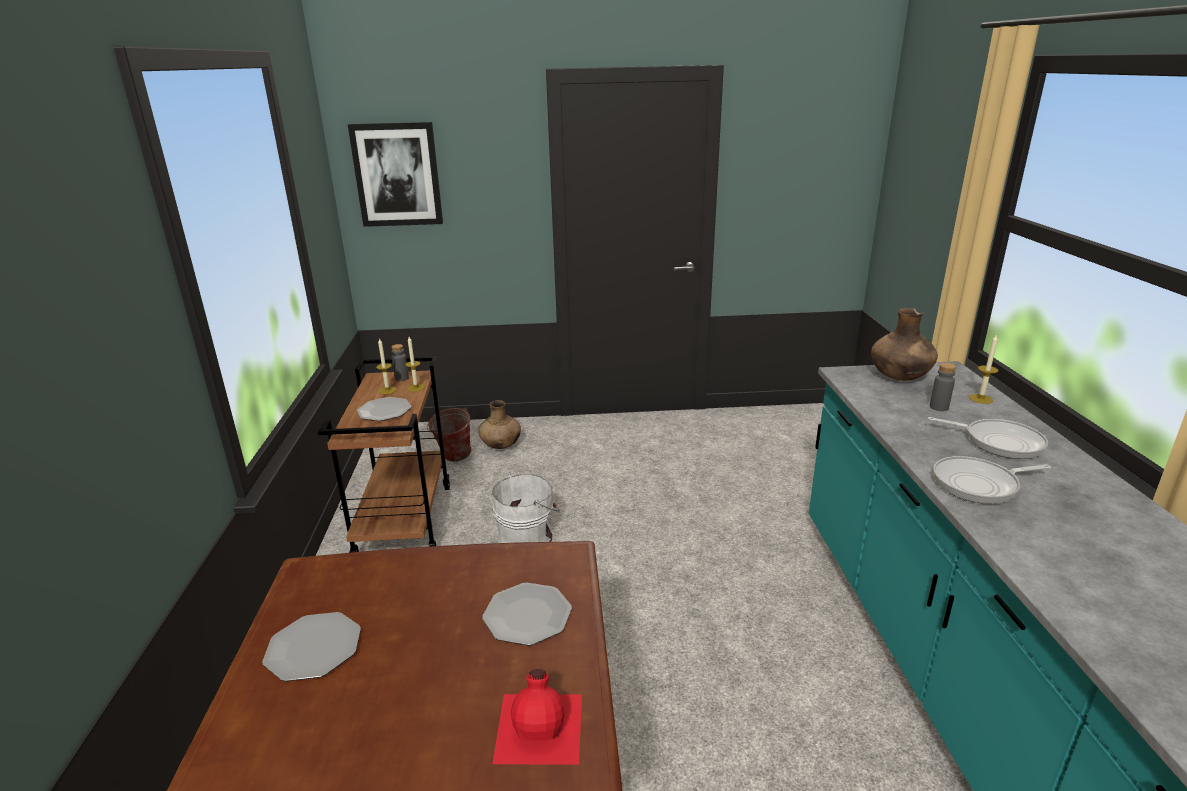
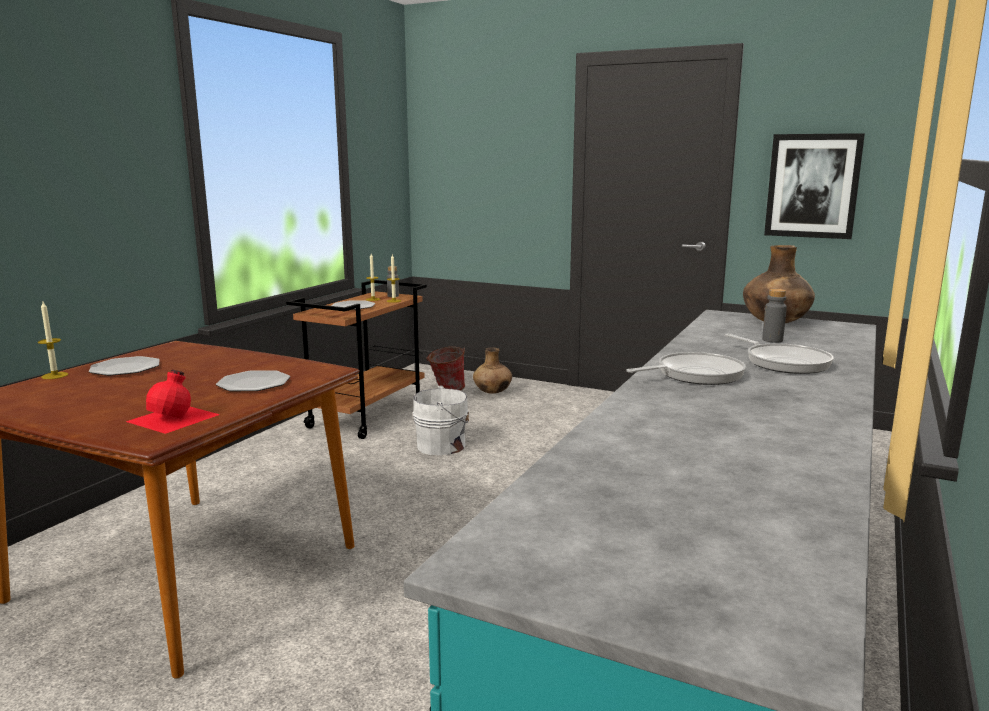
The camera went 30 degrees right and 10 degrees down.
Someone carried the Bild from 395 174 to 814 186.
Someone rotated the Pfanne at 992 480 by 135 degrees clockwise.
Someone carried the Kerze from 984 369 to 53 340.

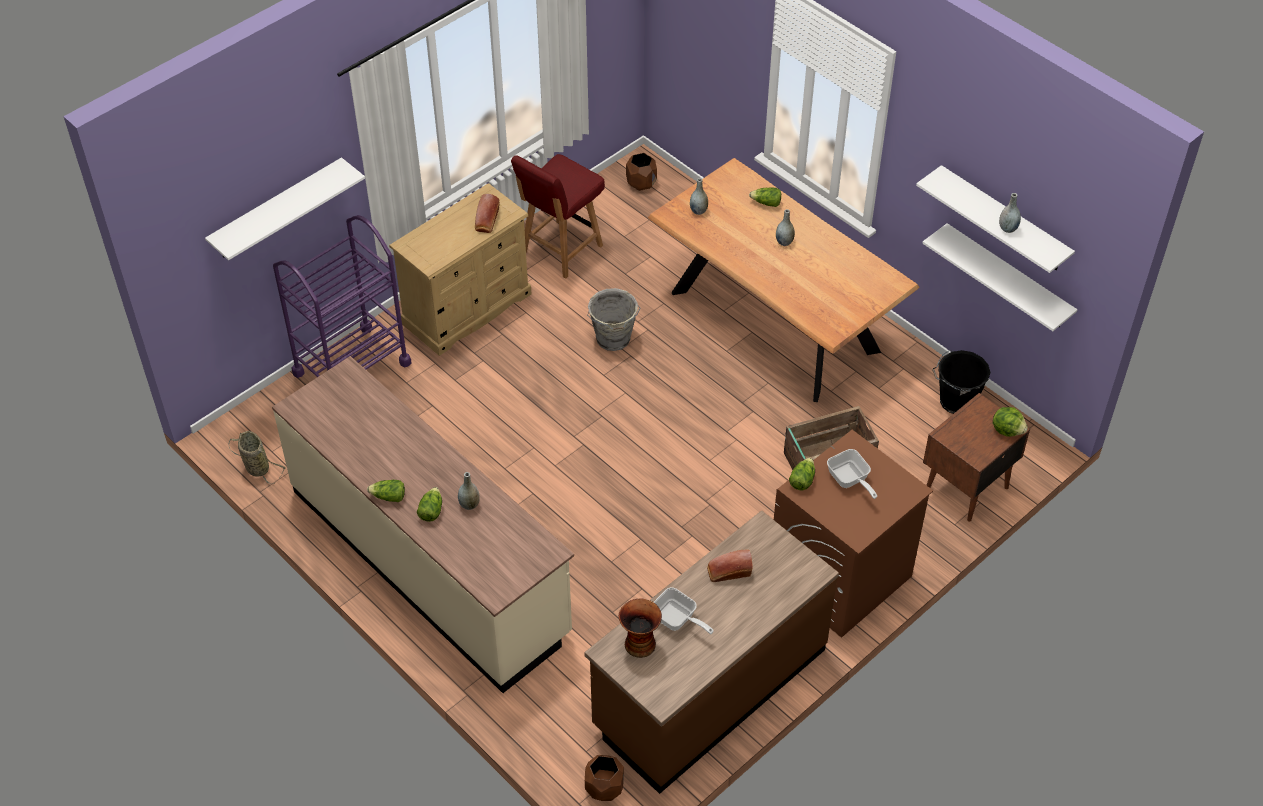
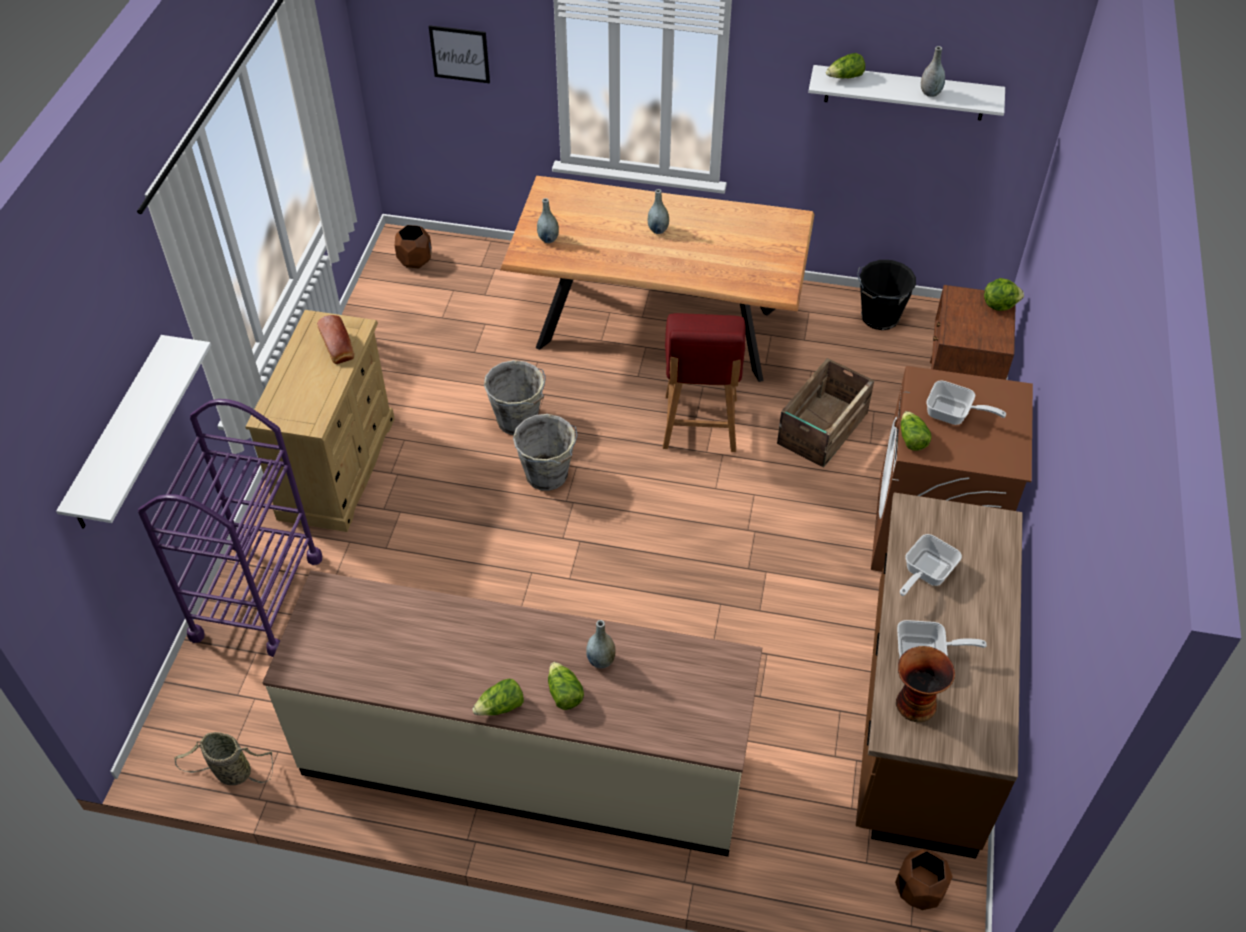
The camera went 35 degrees left and 0 degrees up.
Someone carried the Stuhl/rot from 558 216 to 704 382.
Someone swapped the Brot at 730 566 for the Pfanne at 931 565.
Someone carried the Salatkopf from 765 197 to 845 65.
Someone took away the Wandregal/weiß at 1000 277.
Someone put up the Bild at 459 54.
Someone put down the Eimer/grau at 545 452.

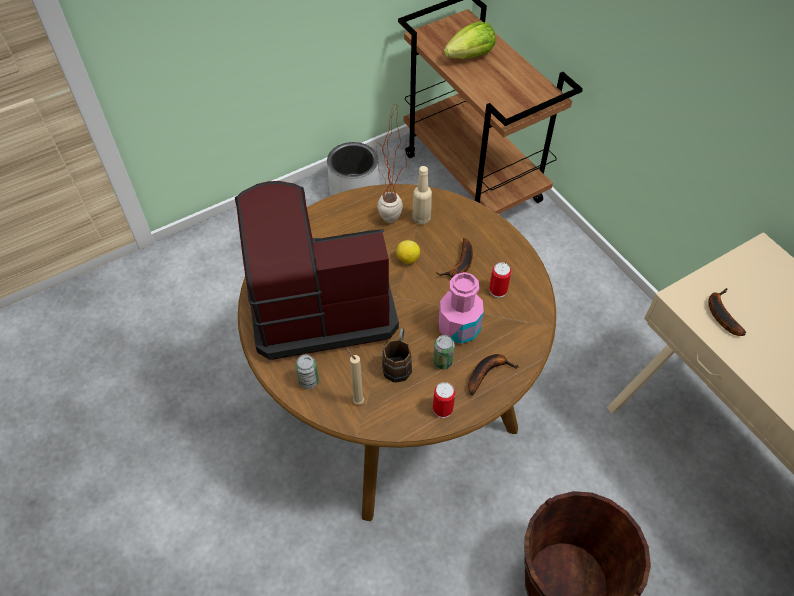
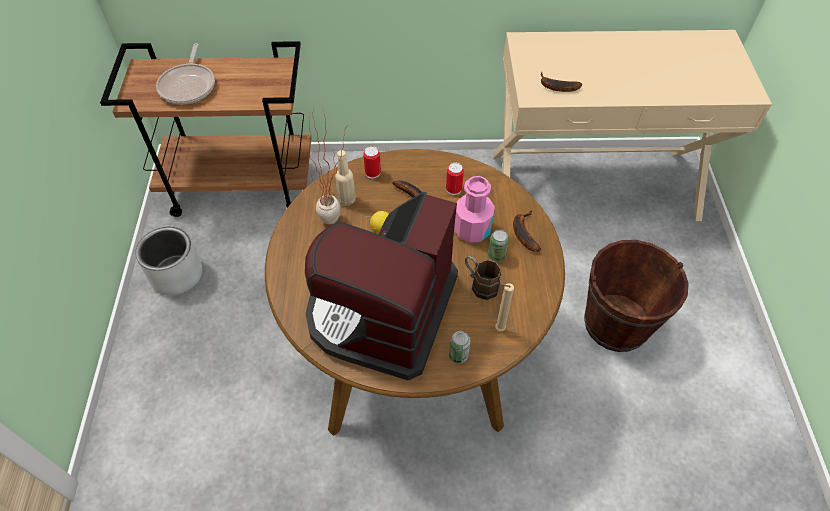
The camera went 60 degrees left and 0 degrees up.
Someone carried the Dose from 444 400 to 372 162.
Someone swapped the Salatkopf at 469 40 for the Pfanne at 185 73.

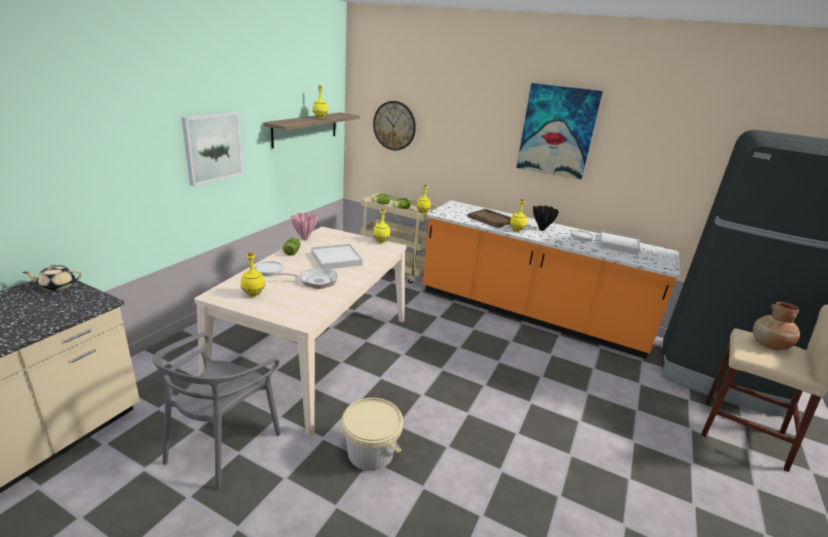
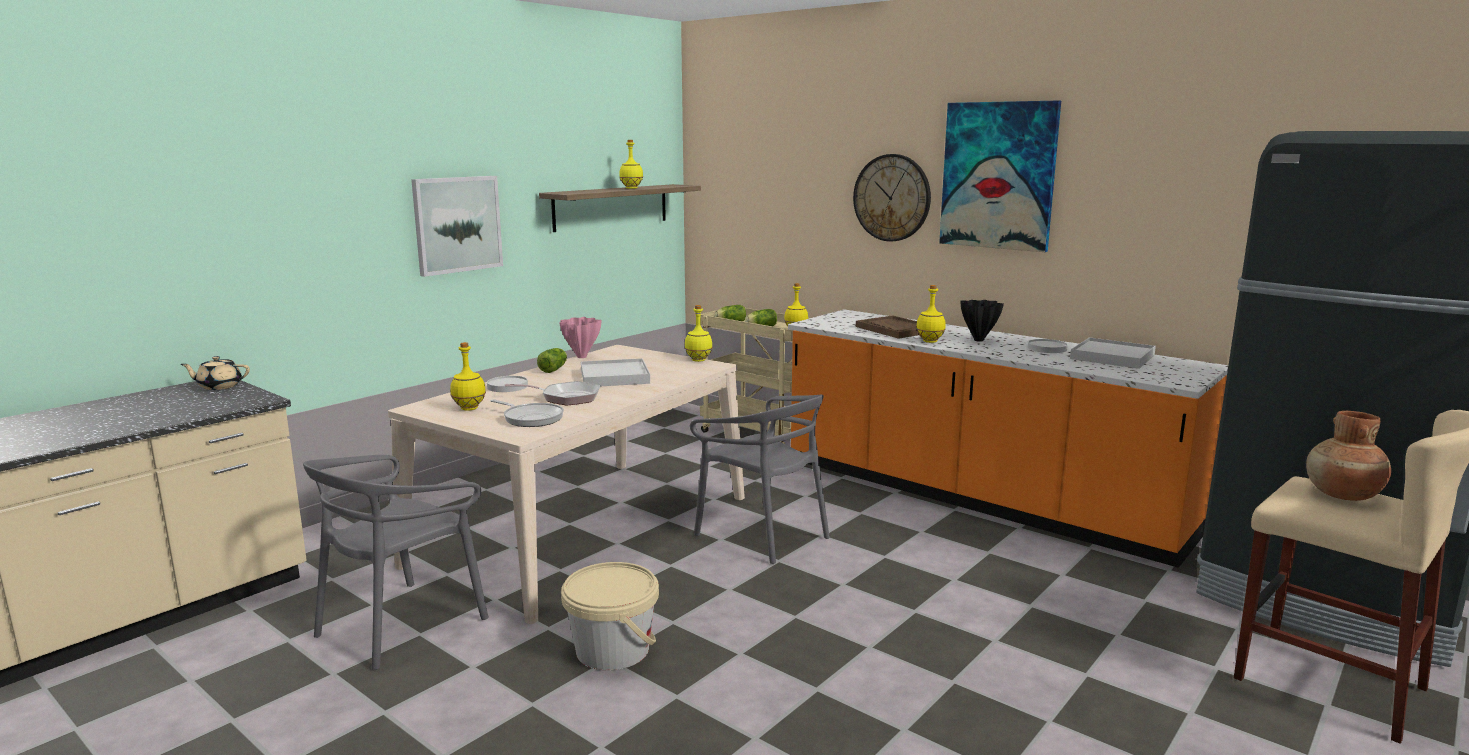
The camera went 15 degrees right and 10 degrees down.
Someone carried the Wanduhr from 394 125 to 892 198.
Someone put down the Pfanne at 527 413.
Someone put down the Stuhl/grau at 760 479.

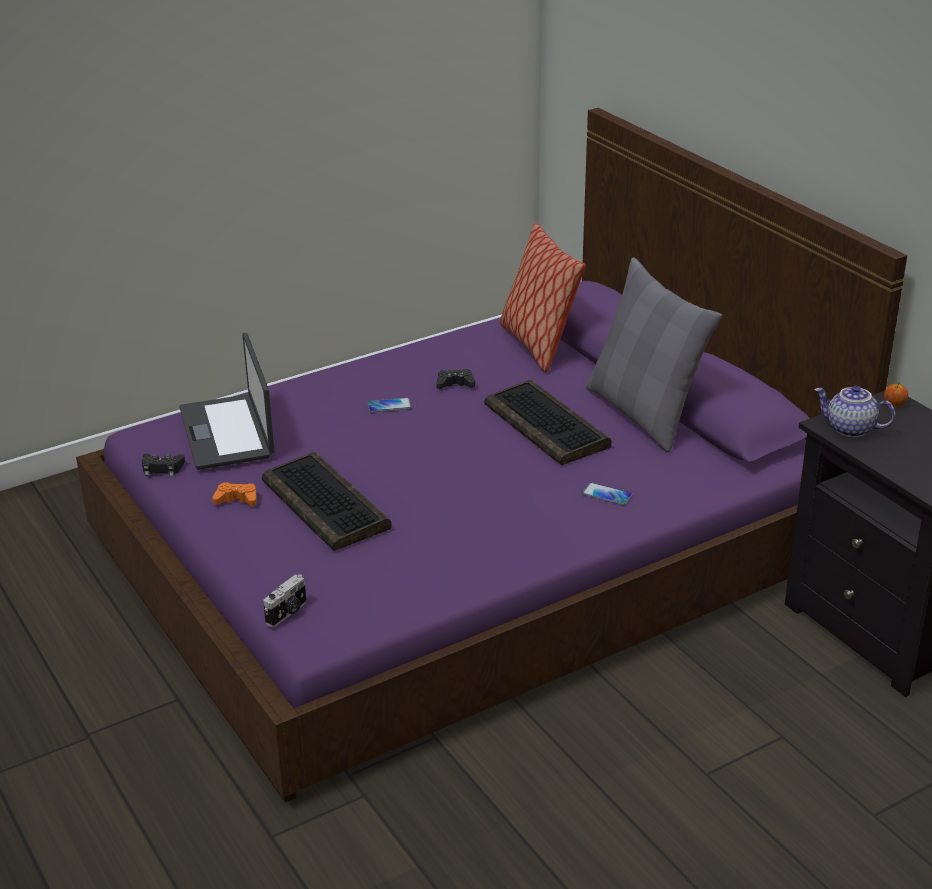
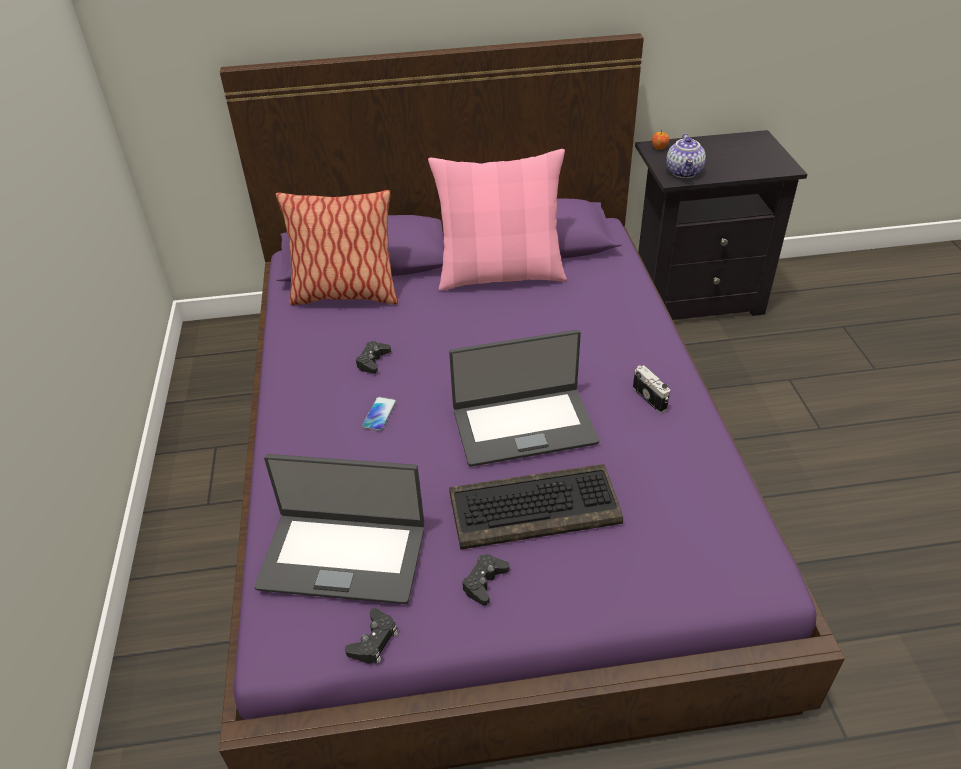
The camera went 65 degrees left and 10 degrees up.
Someone repainted the Gamepad/orange at 234 494, which became the Gamepad/schwarz at 485 580.
Someone carried the Kamera from 284 601 to 651 389.
Someone took away the Tastatur at 547 422.
Someone took away the Handy at 607 494.
Someone repainted the Kissen/grau at 654 354, which became the Kissen/rosa at 497 220.
Someone rotated the Teekanne at 855 411 by 45 degrees counterclockwise.
Someone put down the Laptop at 524 398.

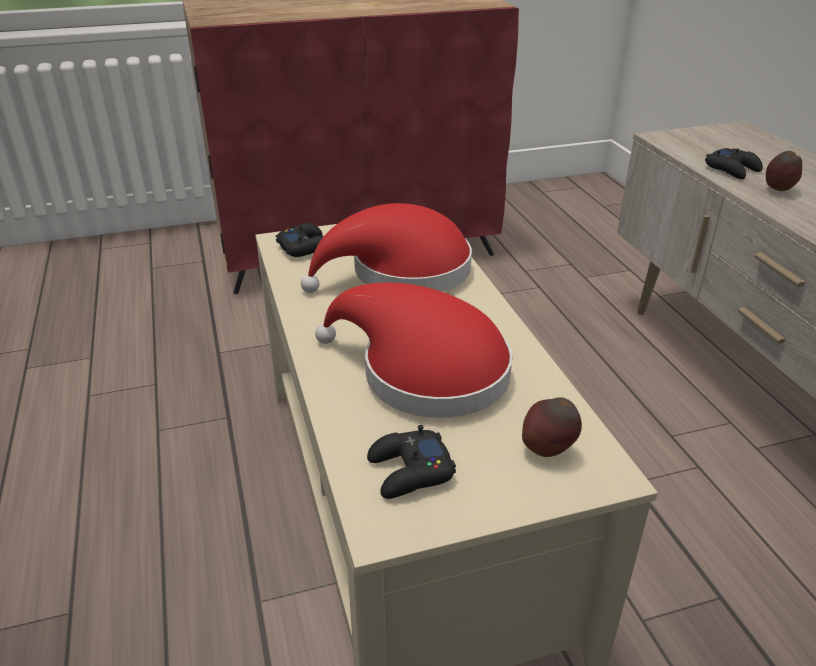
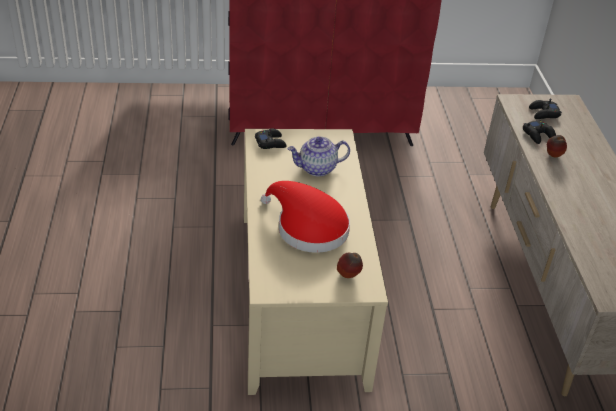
The camera went 10 degrees right and 5 degrees up.
Someone swapped the Hut/rot at 386 248 for the Teekanne at 318 156.
Someone carried the Gamepad/schwarz from 411 462 to 545 109.

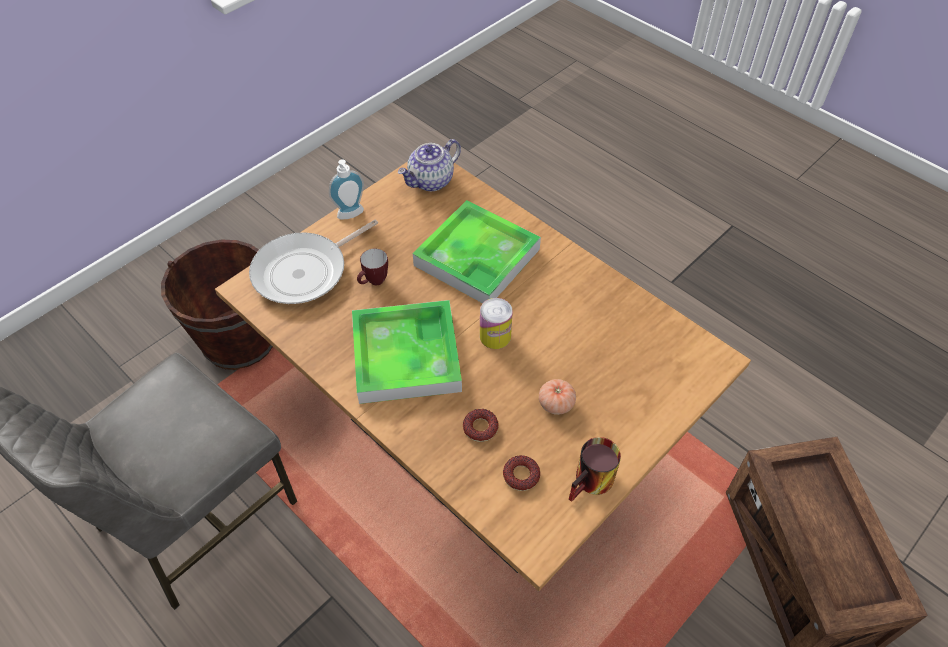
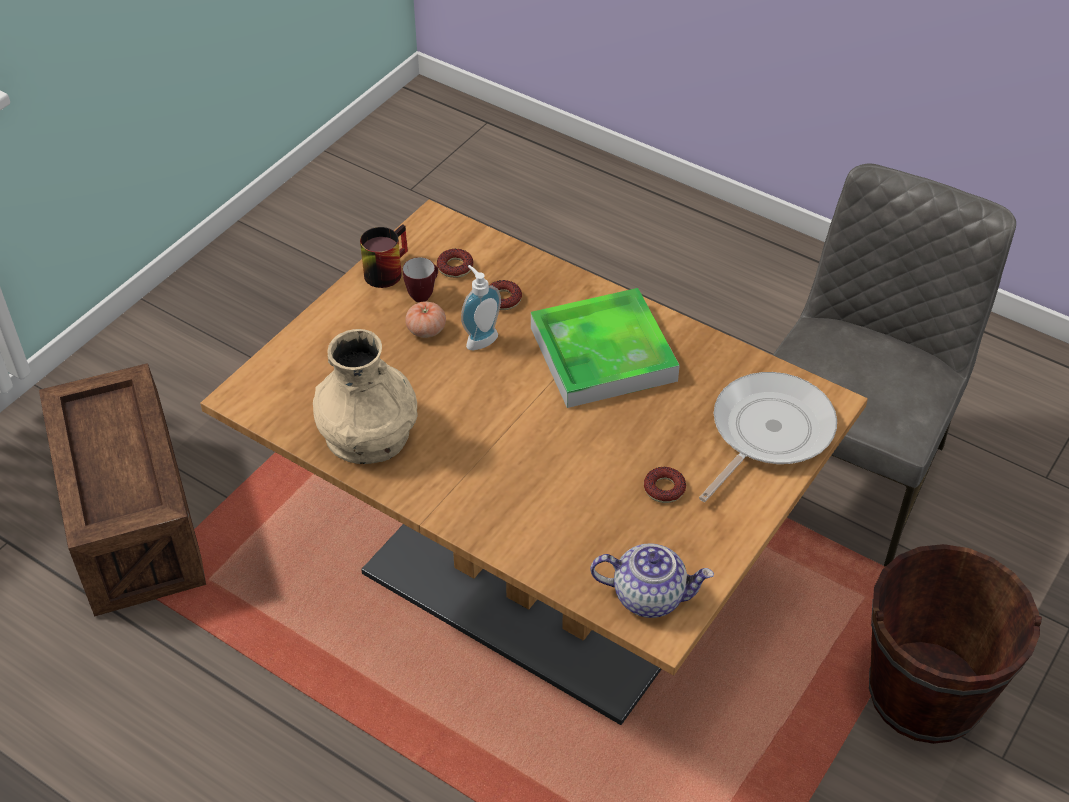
The camera went 170 degrees right and 5 degrees down.
Someone carried the Seifenspender from 346 189 to 481 307.
Someone carried the Henkelbecher from 372 267 to 420 279.
Someone rotated the Teekanne at 429 165 by 60 degrees clockwise.
Someone took away the Tablett at 477 251.
Someone took away the Dose at 496 323.
Someone put down the Vase/beige at 365 396.
Someone put down the Donut at 665 485.

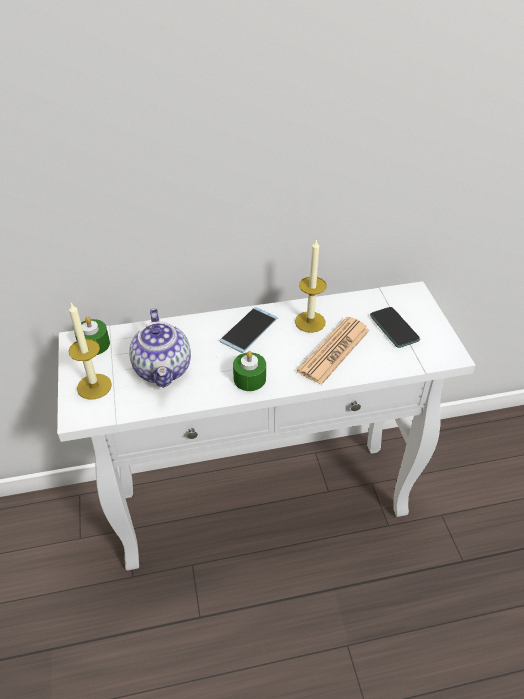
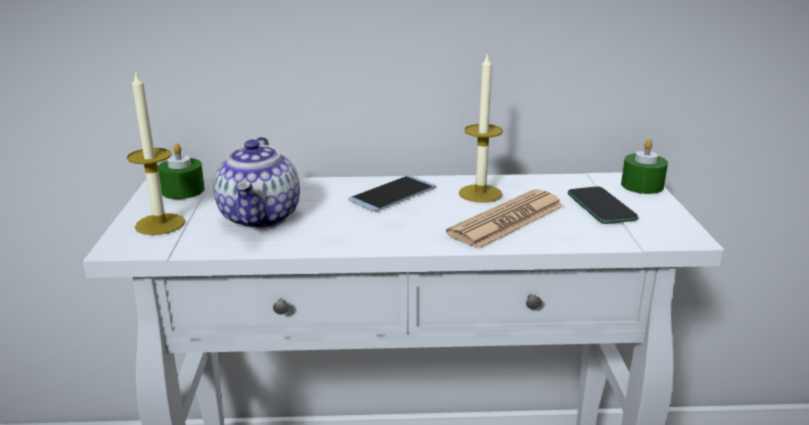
The camera went 10 degrees right and 20 degrees down.
Someone carried the Kerze/grün from 249 371 to 644 166.

